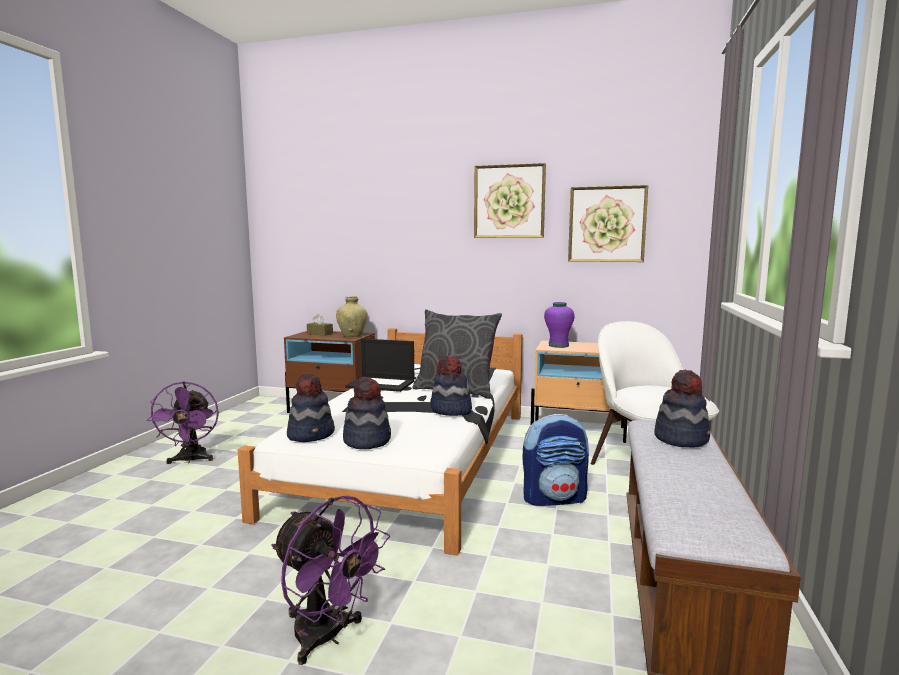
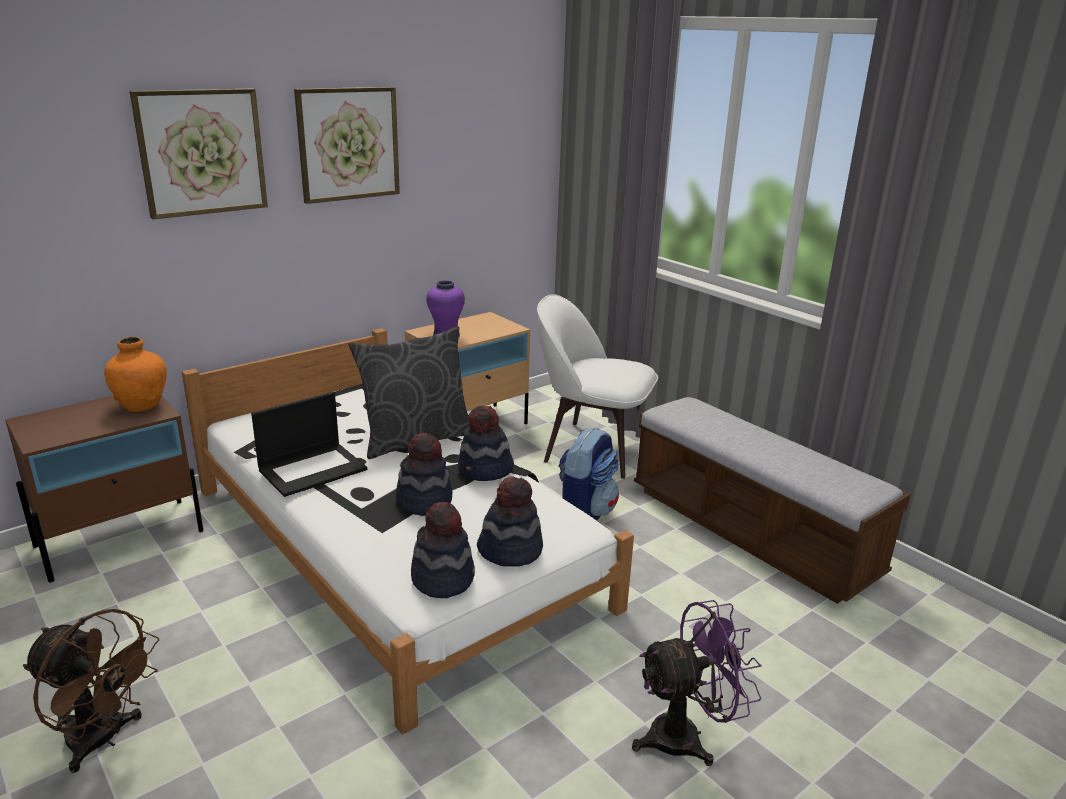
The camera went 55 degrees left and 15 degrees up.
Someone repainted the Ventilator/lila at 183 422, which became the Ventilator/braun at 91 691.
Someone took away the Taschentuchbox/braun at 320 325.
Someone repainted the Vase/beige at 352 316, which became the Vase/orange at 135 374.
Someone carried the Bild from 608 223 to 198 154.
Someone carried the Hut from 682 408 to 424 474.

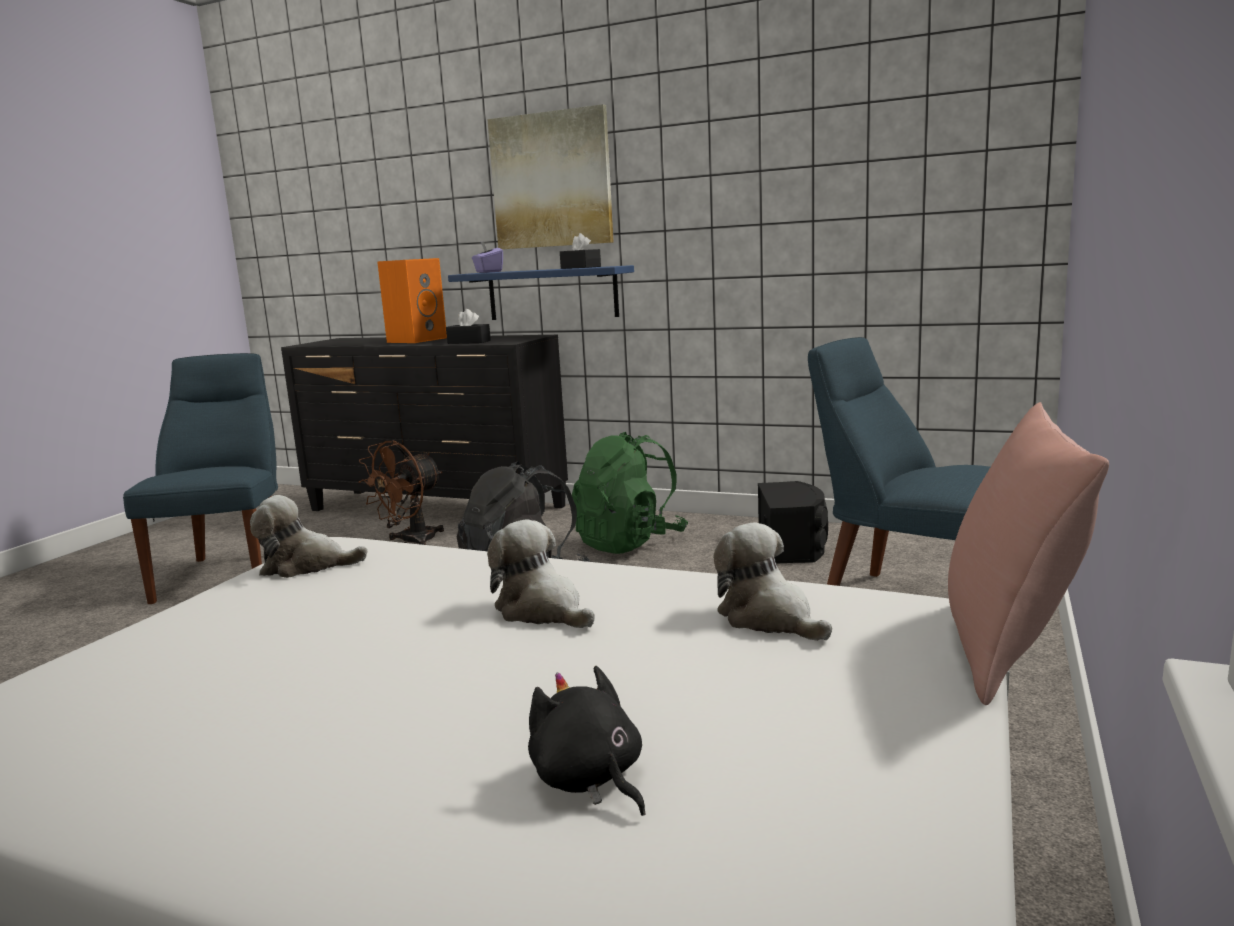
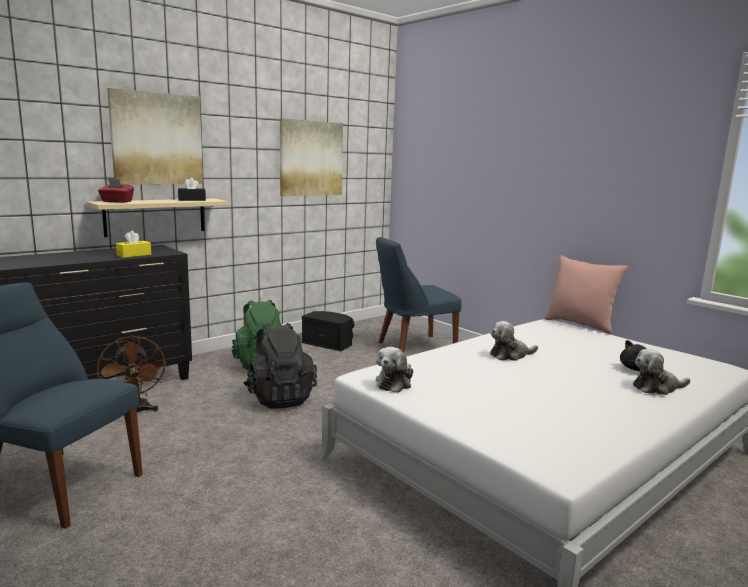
The camera went 65 degrees left and 0 degrees up.
Someone took away the Lautsprecher/orange at 412 300.
Someone repainted the Taschentuchbox/schwarz at 468 326, which became the Taschentuchbox/gelb at 133 244.
Someone repainted the Wandregal/blau at 541 292, which became the Wandregal/beige at 158 217.
Someone repainted the Taschentuchbox/lila at 487 257, which became the Taschentuchbox/rot at 116 191.
Someone carried the Plüschtier from 772 581 to 661 372.
Someone put up the Bild at 311 157.

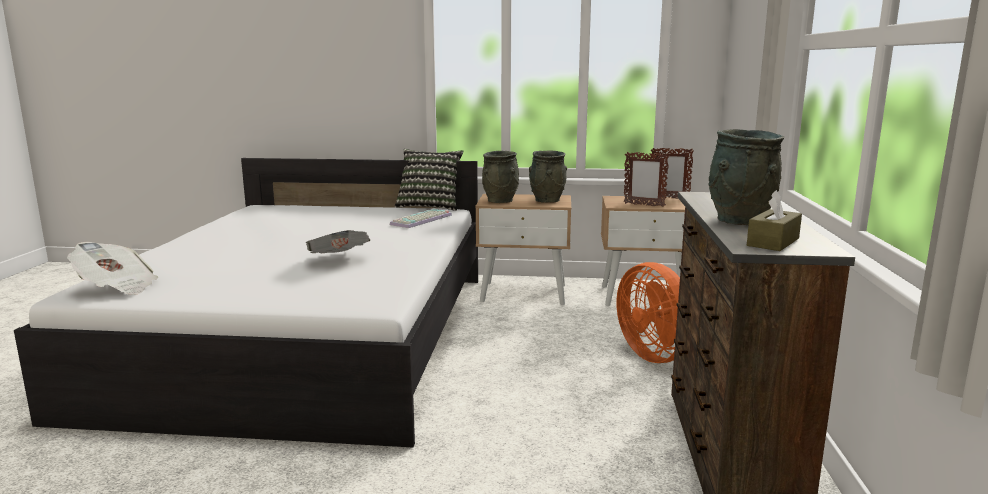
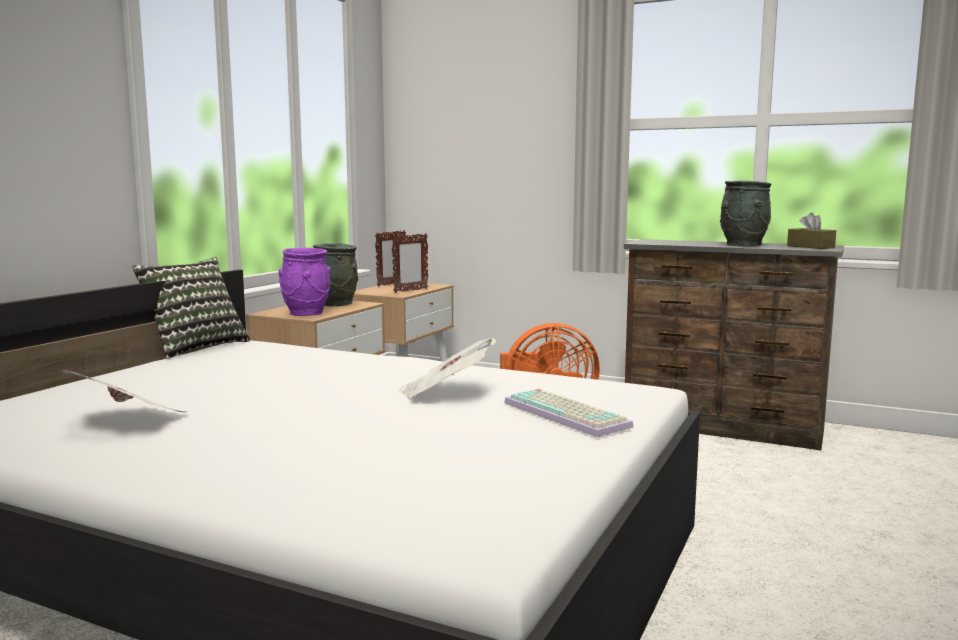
The camera went 70 degrees left and 5 degrees down.
Someone carried the Zeitung from 112 268 to 123 391.
Someone carried the Tastatur from 421 218 to 569 413.
Someone repainted the Vase/grau at 500 177, which became the Vase/lila at 304 282.

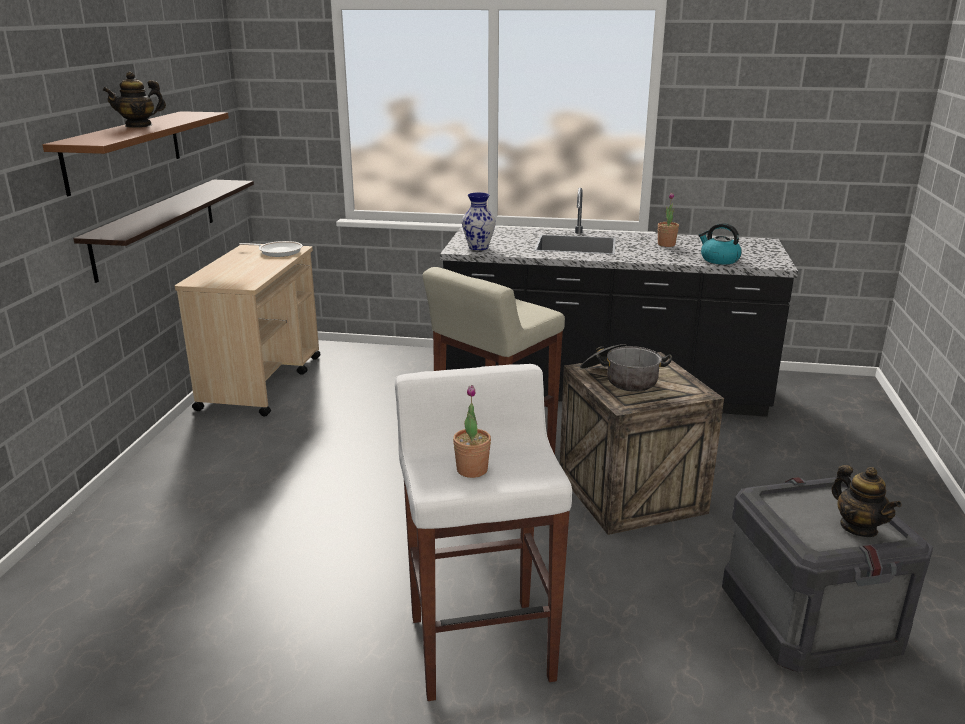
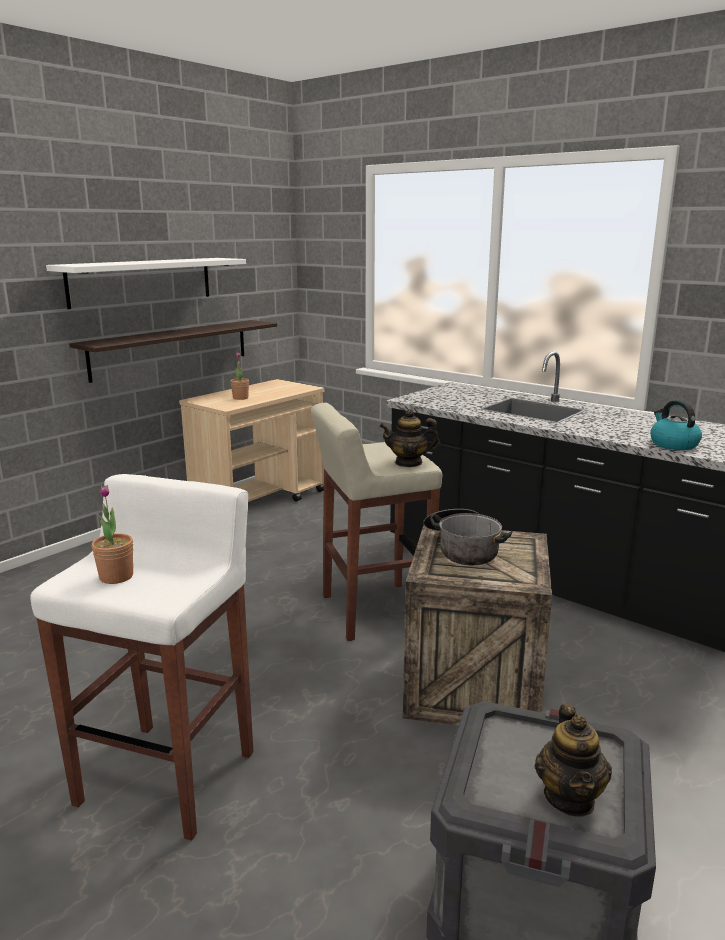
The camera went 30 degrees right and 5 degrees down.
Someone repainted the Wandregal/braun at 135 153, which became the Wandregal/weiß at 146 283.
Someone carried the Teekanne from 134 99 to 410 438.
Someone took away the Pfanne at 271 249.
Someone took away the Vase at 479 221.
Someone carried the Topfpflanze from 668 220 to 239 376.

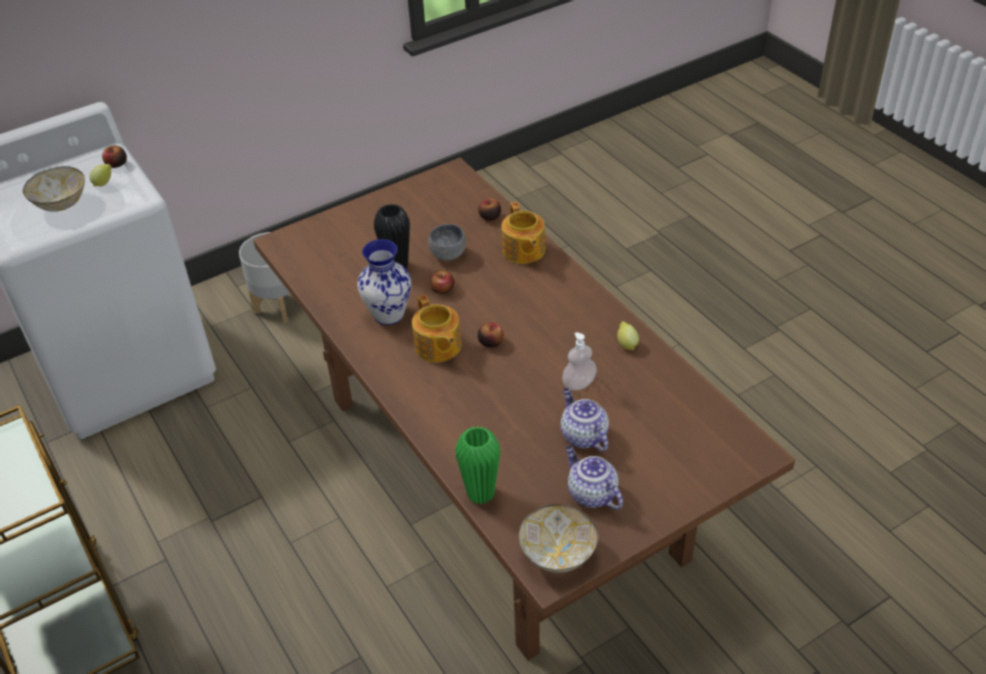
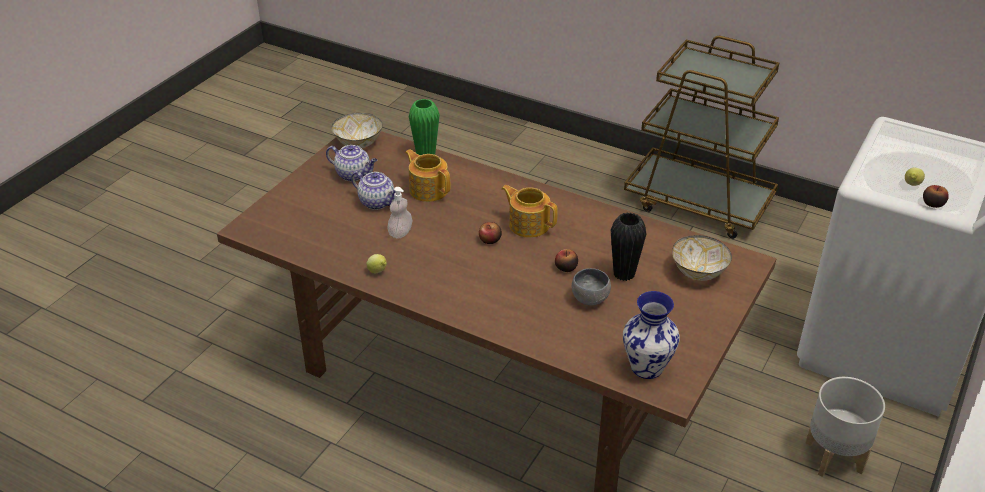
The camera went 150 degrees right and 5 degrees down.
Someone carried the Schüssel from 54 189 to 702 258.
Someone carried the Vase from 384 282 to 651 335.
Someone took away the Apfel at 489 210.
Someone carried the Teekanne from 523 233 to 427 175.

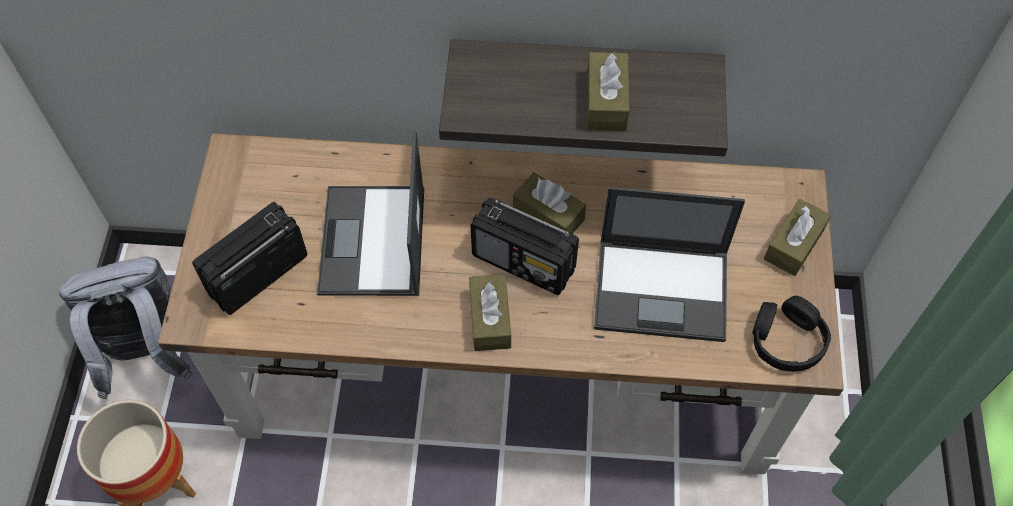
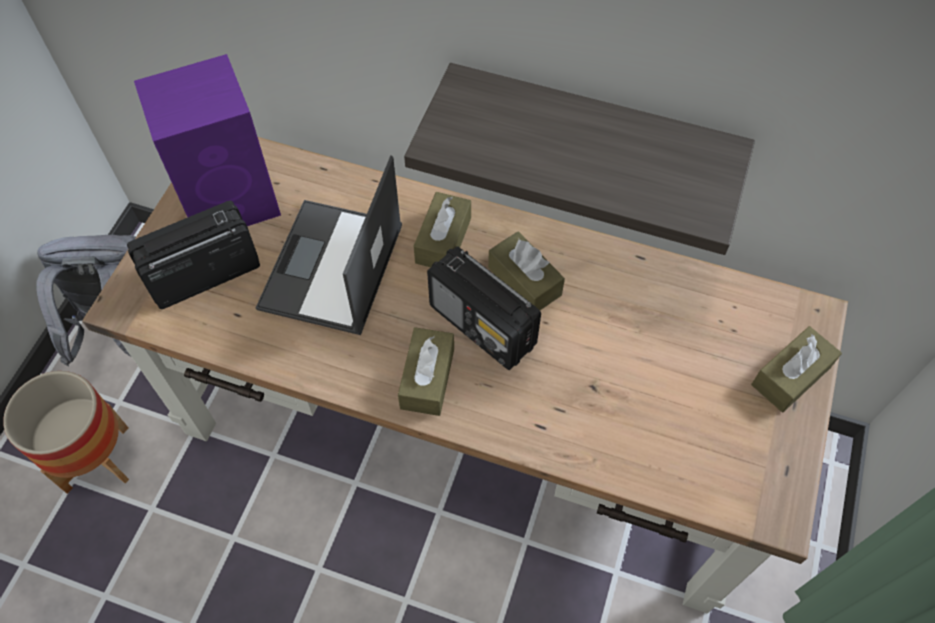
The camera went 15 degrees right and 0 degrees up.
Someone carried the Taschentuchbox/braun from 608 91 to 442 229.
Someone took away the Laptop at 669 264.
Someone took away the Kopfhörer/schwarz at 791 334.
Someone put down the Lautsprecher/lila at 207 140.

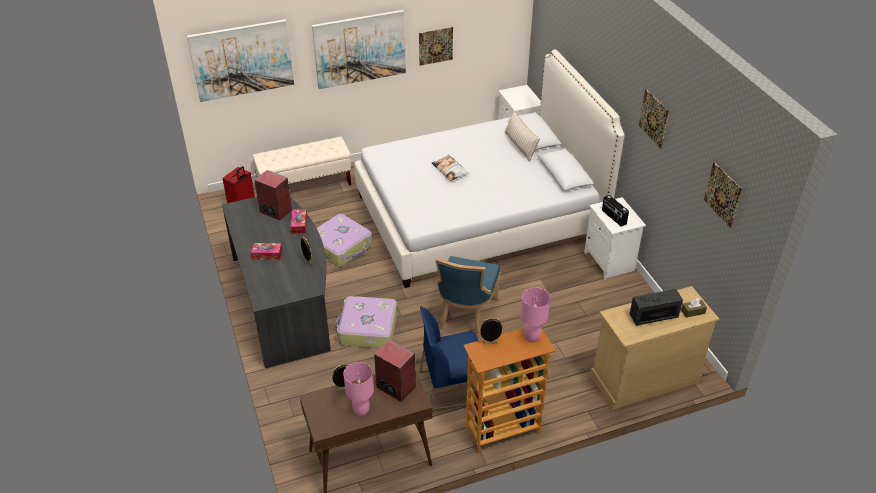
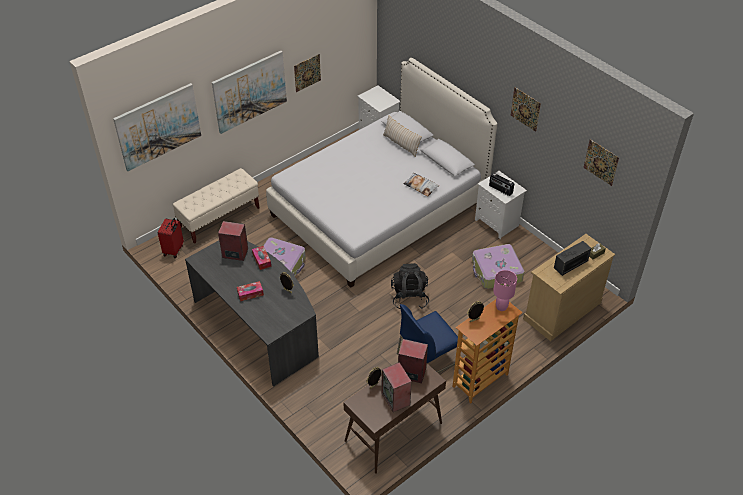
The camera went 20 degrees left and 5 degrees up.
Someone carried the Koffer from 366 322 to 498 266.
Someone swapped the Tischlampe/rosa at 359 389 for the Lautsprecher at 396 387.
Someone carried the Kissen from 450 167 to 421 184.
Someone swapped the Stuhl/blau at 467 296 for the Rucksack/schwarz at 410 286.

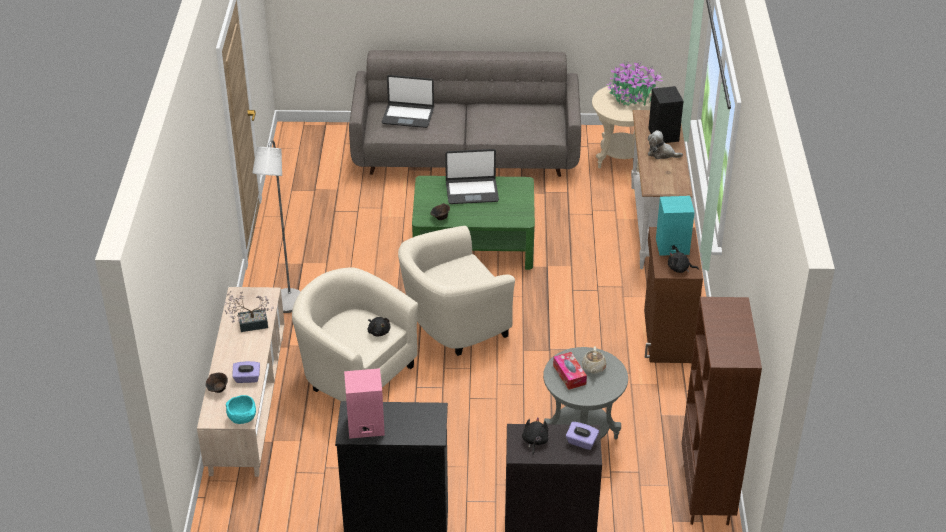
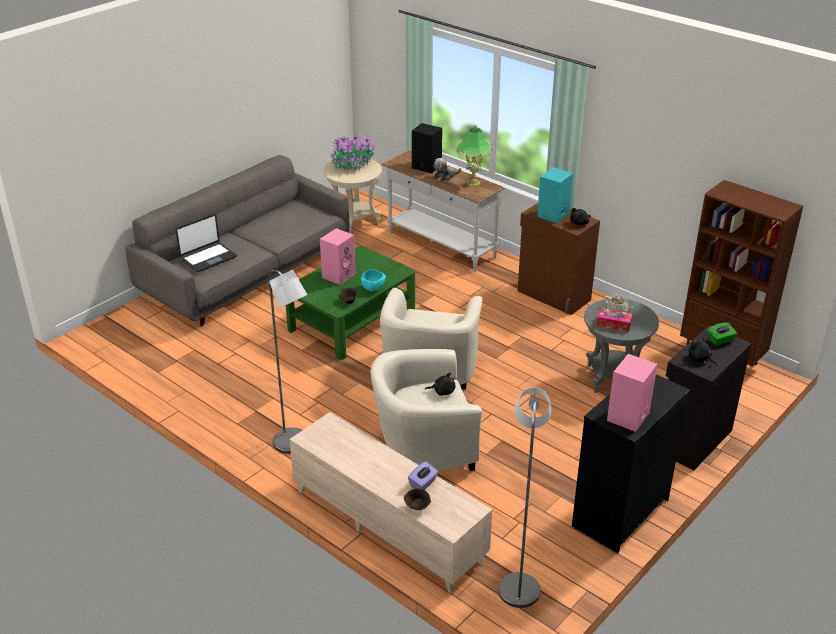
The camera went 50 degrees left and 5 degrees down.
Someone took away the Topfpflanze at 249 311.
Someone carried the Schüssel/türkis from 241 409 to 373 280.
Someone swapped the Laptop at 472 176 for the Lautsprecher/rosa at 338 256.
Someone repainted the Taschentuchbox/lila at 582 436, which became the Taschentuchbox/grün at 722 334.
Someone put down the Tischlampe at 474 155.
Someone put down the Stehlampe/grau at 524 497.

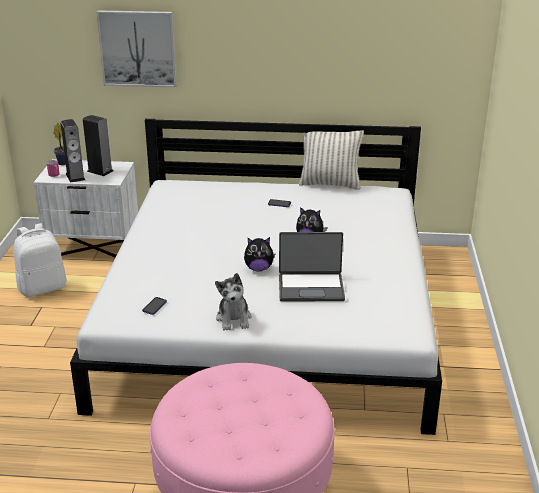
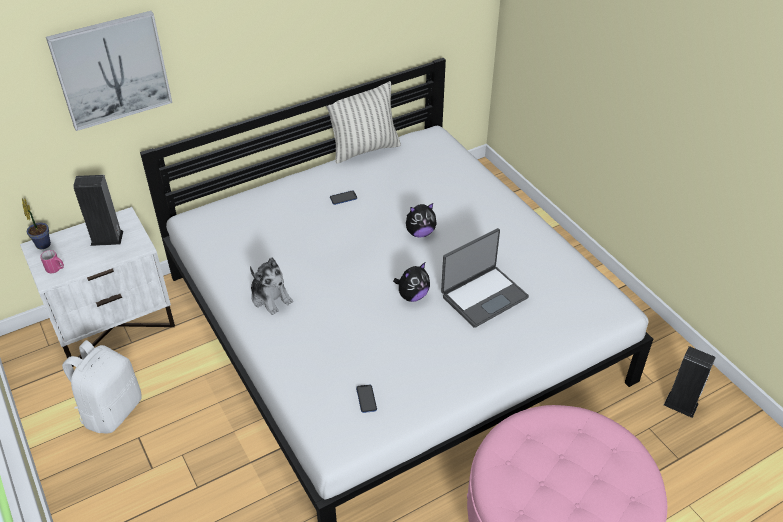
The camera went 35 degrees left and 15 degrees up.
Someone carried the Lautsprecher from 72 151 to 690 382.
Someone carried the Plüschtier from 233 302 to 271 286.

